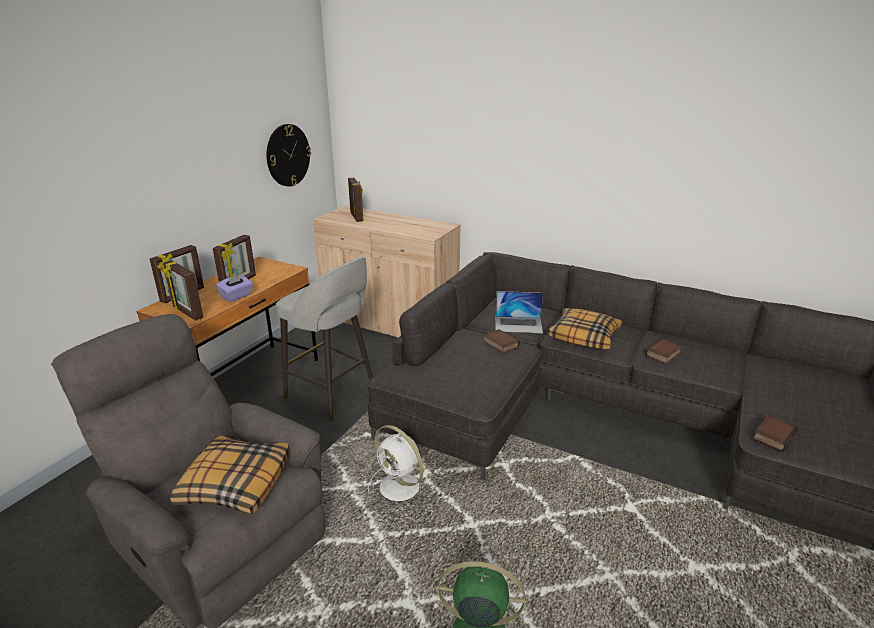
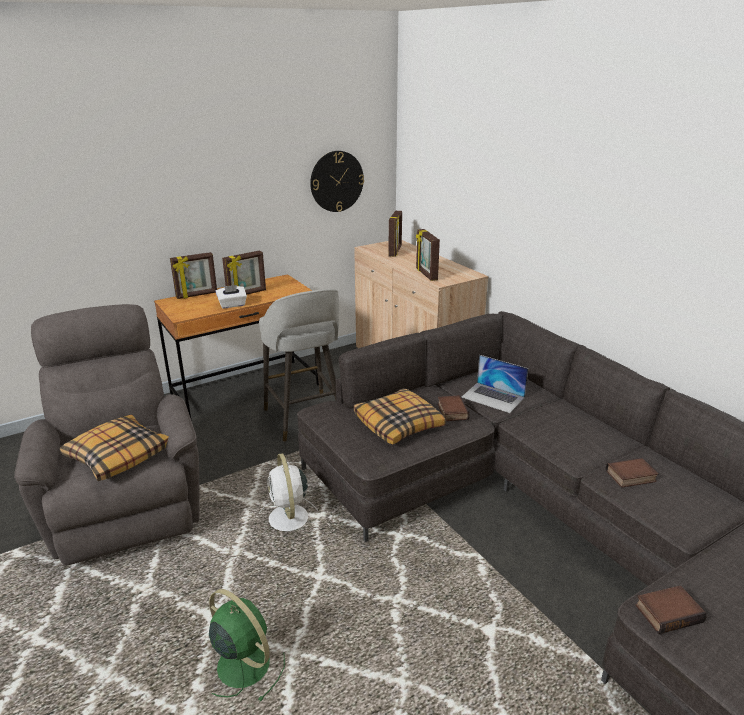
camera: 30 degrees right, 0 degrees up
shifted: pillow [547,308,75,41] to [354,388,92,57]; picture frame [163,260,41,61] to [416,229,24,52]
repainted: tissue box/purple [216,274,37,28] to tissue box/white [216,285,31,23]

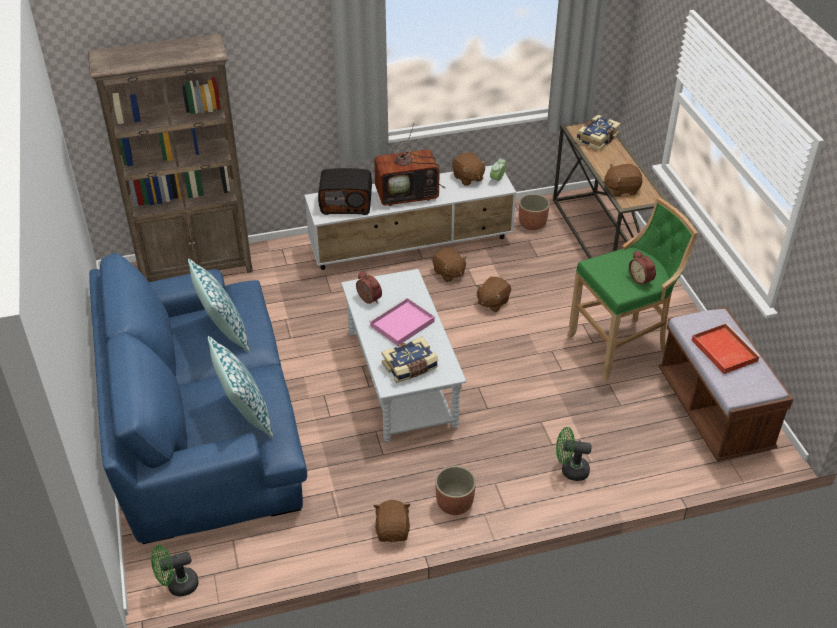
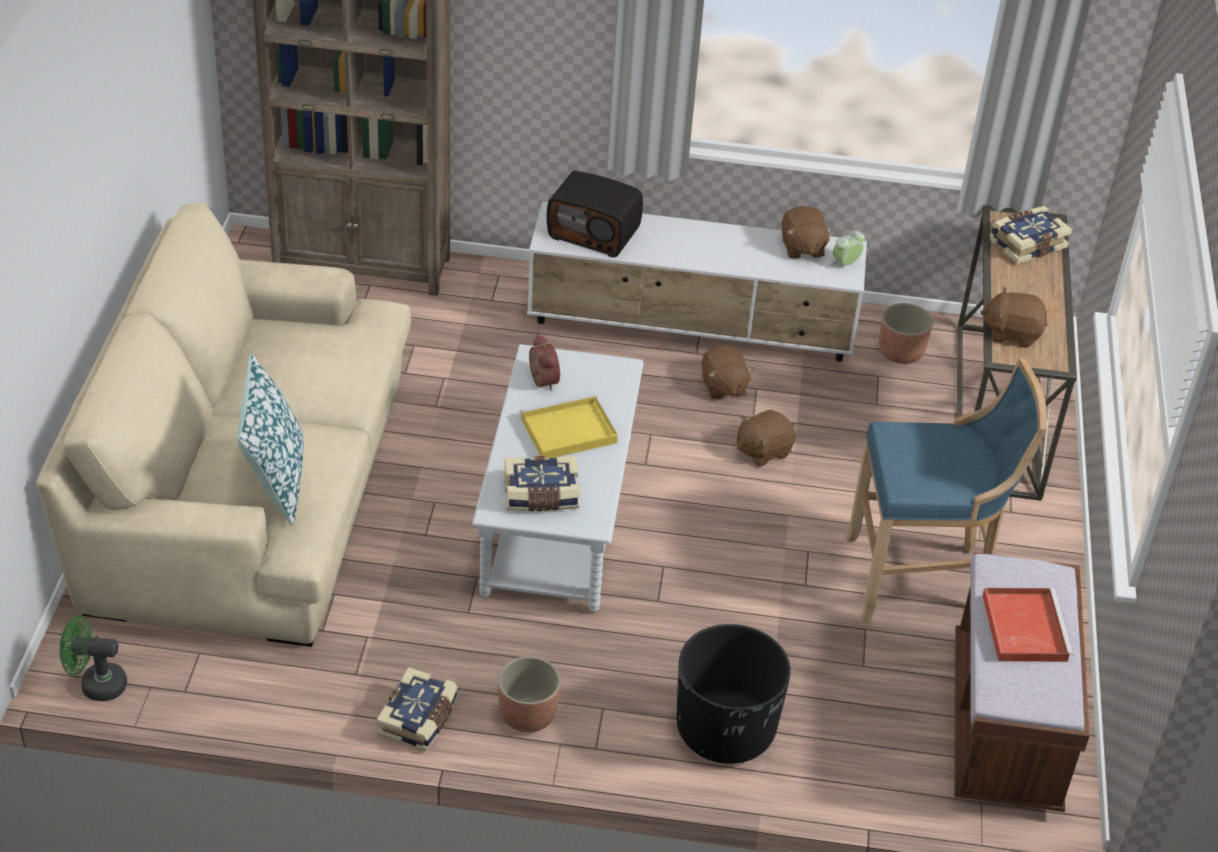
camera: 20 degrees right, 0 degrees up
gone: pillow [188,259,62,93]; television [374,123,71,83]; alarm clock [629,250,27,37]
swapped: plush toy/brown [373,500,38,42] to book [376,667,82,85]; fan/green [556,427,36,54] to planter/black [677,624,114,140]
repainted: sofa/blue [89,253,218,291] to sofa/beige [36,203,375,444]; tray/pink [369,298,66,48] to tray/yellow [521,394,97,64]; stool/green [567,198,131,184] to stool/blue [846,358,201,265]

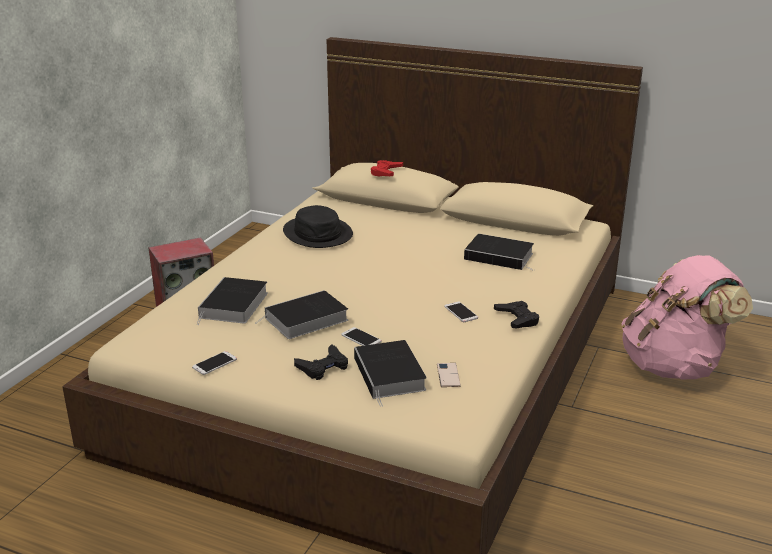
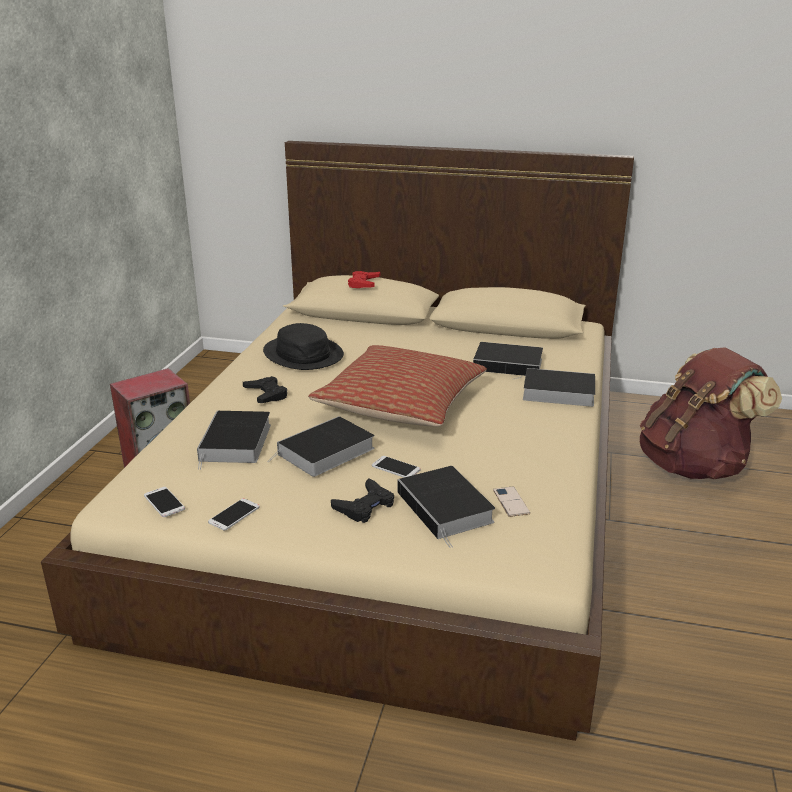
camera: 10 degrees left, 0 degrees up
new: pillow [308,345,179,82]; book [512,368,83,39]
shifted: phone [444,302,34,20] to [144,487,41,30]; game controller/black [494,301,45,27] to [243,376,44,27]
repainted: backpack/pink [621,255,132,124] to backpack/brown [640,347,142,132]

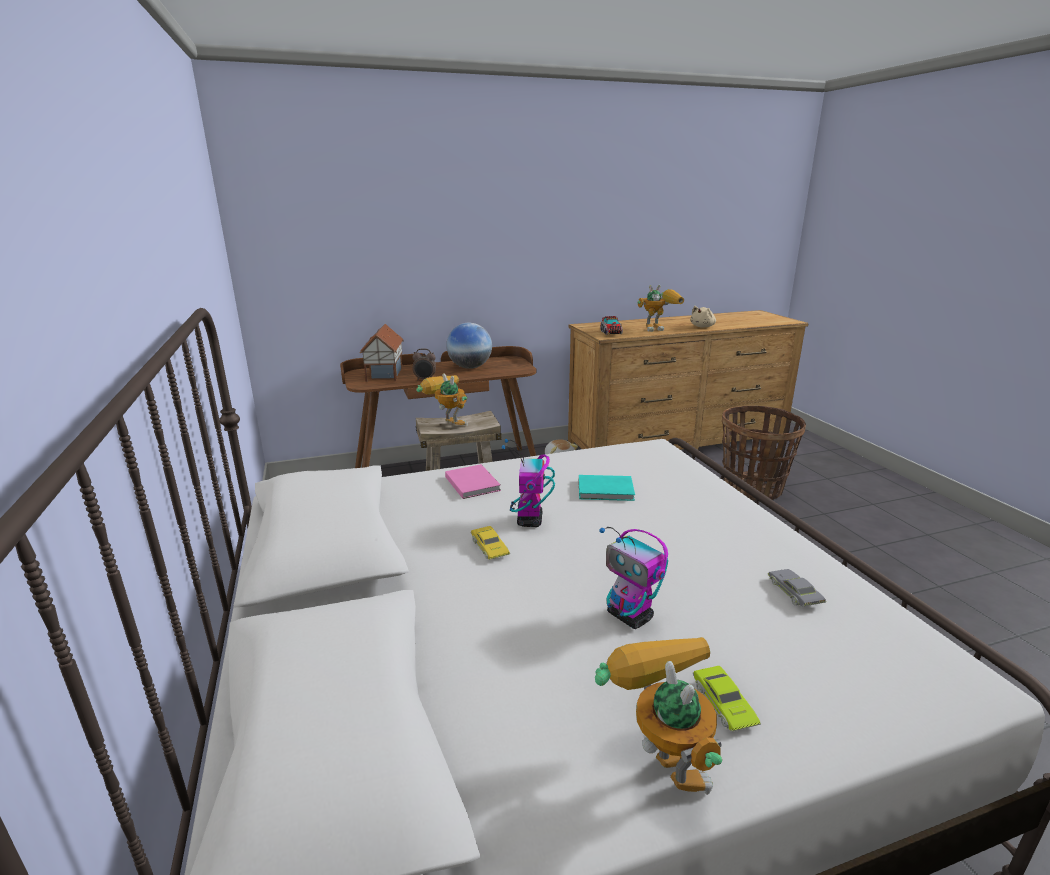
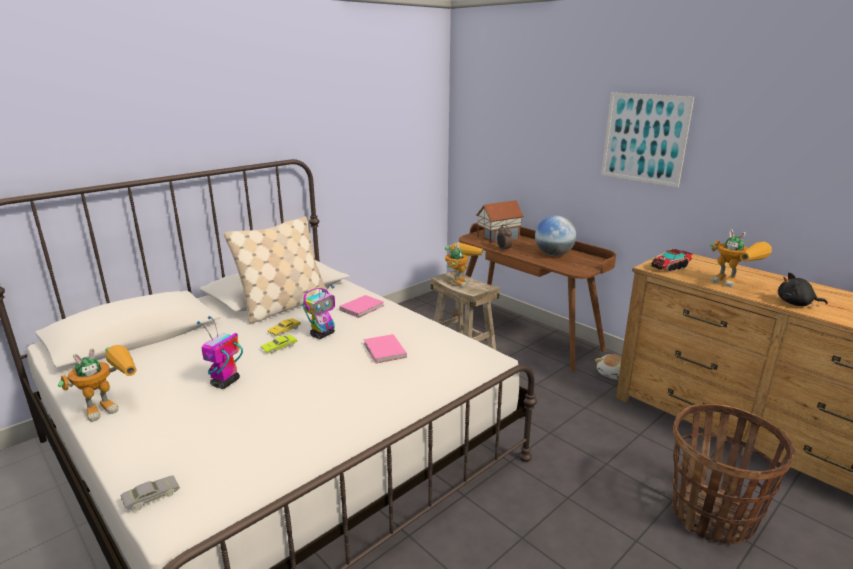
camera: 65 degrees right, 0 degrees up
new: pillow/beige [224,216,103,108]; picture [601,93,93,94]
shifted: toy car/grey [768,569,58,37] to [120,475,60,36]; toy car/green [693,666,68,65] to [261,335,36,19]
repainted: book/turquoise [579,475,56,26] to book/pink [364,334,43,30]; plush toy/beige [690,306,26,22] to plush toy/black [778,273,50,34]
rotated: toy robot [501,439,54,88] = [303,286,32,53] 150 degrees clockwise

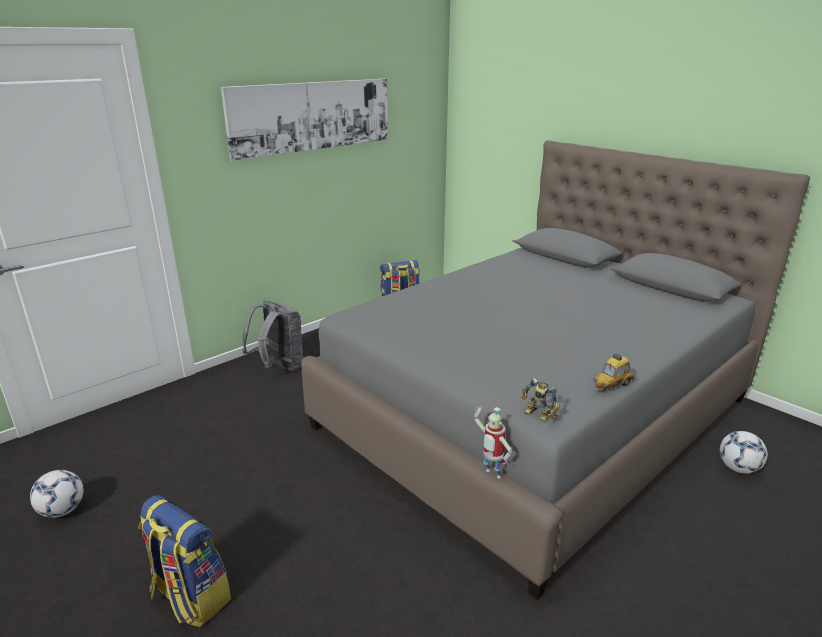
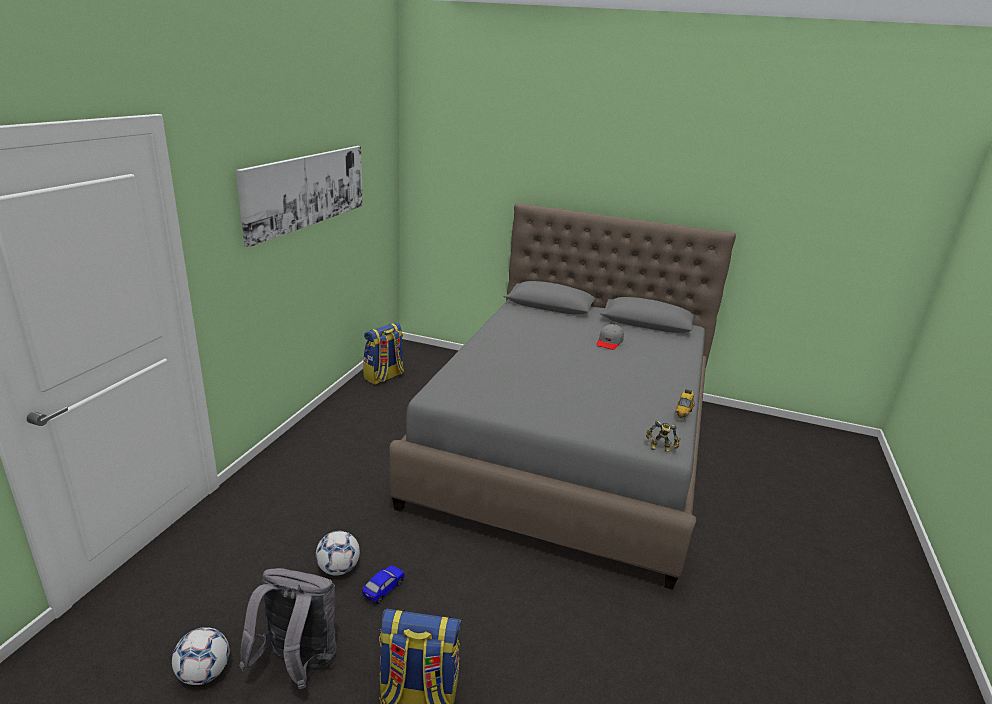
camera: 30 degrees left, 0 degrees up
gone: toy robot [474,407,39,72]
new: toy car [362,565,43,39]; cap/grey [596,324,28,26]
shifted: backpack/grey [242,301,61,71] to [239,568,97,121]; football [720,431,48,43] to [316,531,44,45]

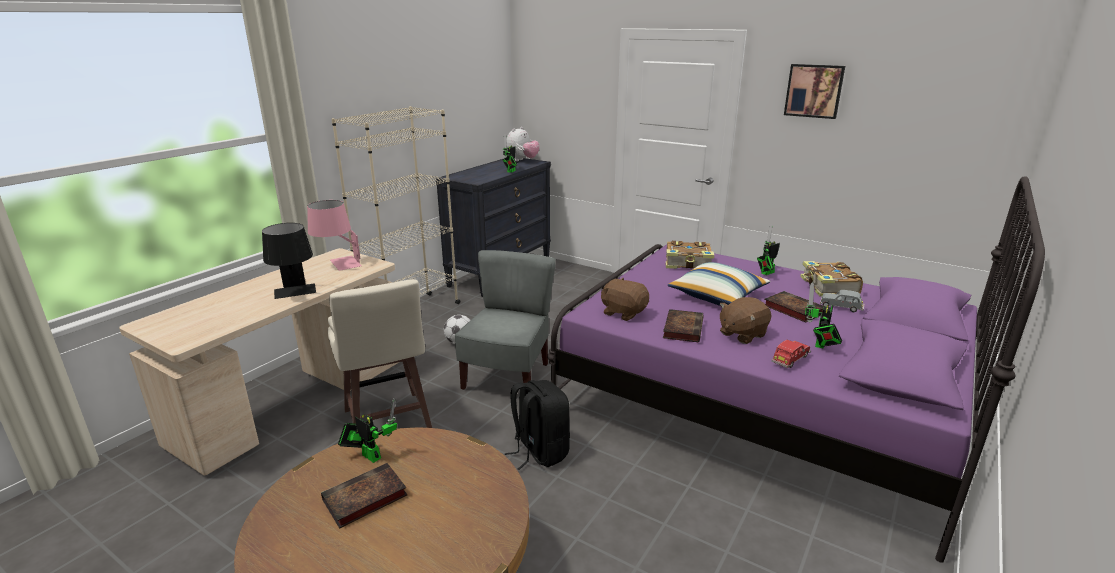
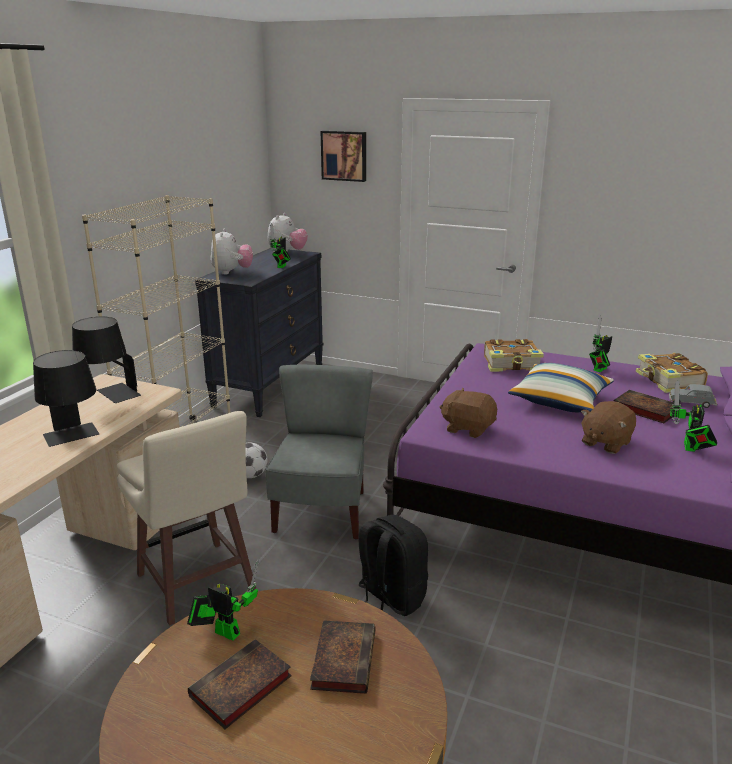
camera: 10 degrees left, 0 degrees up
gone: toy car/red [771,340,40,28]
new: plush toy [211,229,42,46]
shifted: book [663,309,41,33] to [310,620,65,74]; picture [784,64,61,55] to [321,131,45,51]
repainted: table lamp/pink [307,200,55,71] to table lamp/black [72,317,69,86]

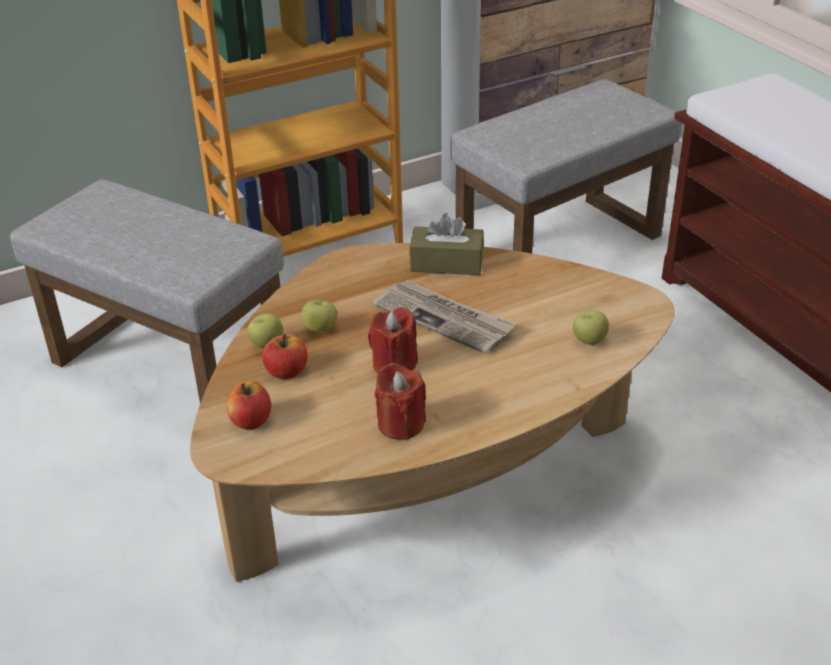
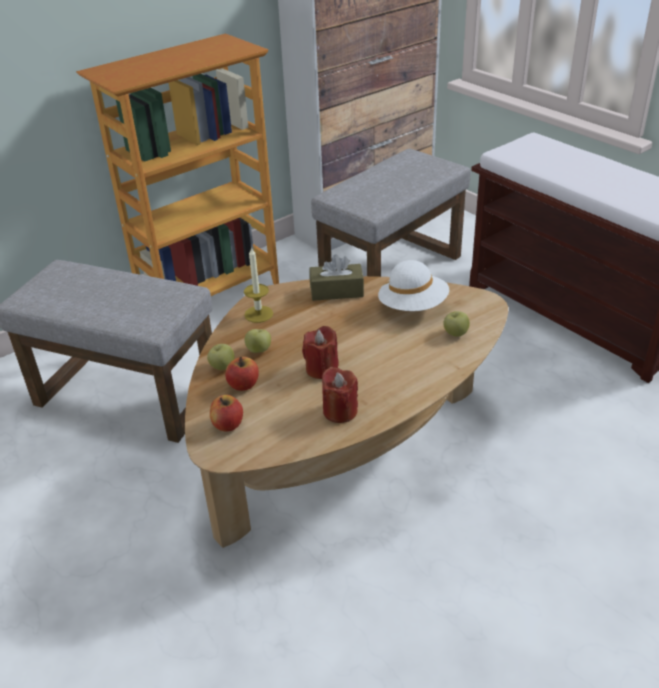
camera: 10 degrees left, 0 degrees up
gone: newspaper [372,280,144,74]
new: candle [244,246,29,77]; hat/white [378,260,71,51]

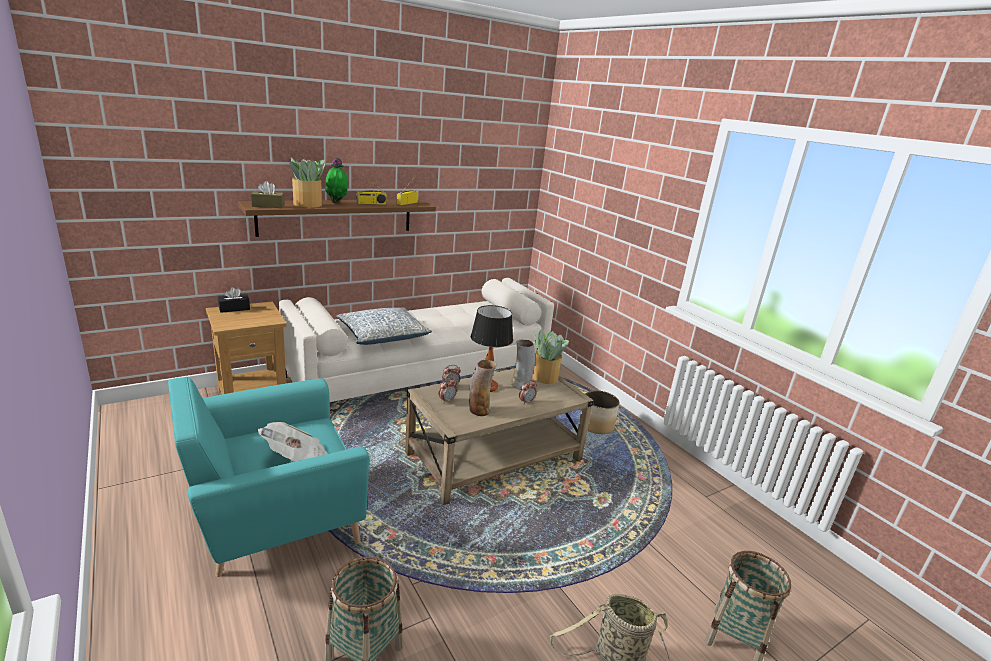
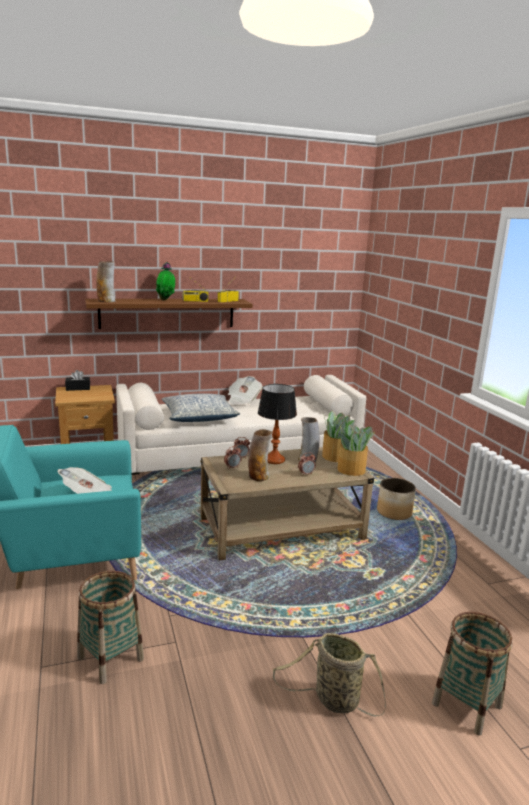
camera: 15 degrees right, 5 degrees down
new: newspaper [228,376,35,29]
shifted: potted plant [290,157,35,50] to [337,425,38,51]
swapped: tissue box/brown [251,181,34,27] to vase [96,261,19,41]

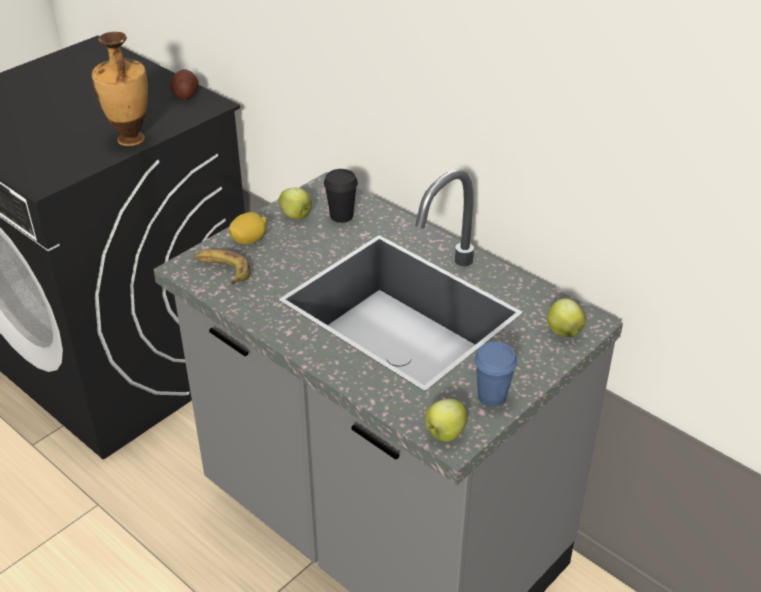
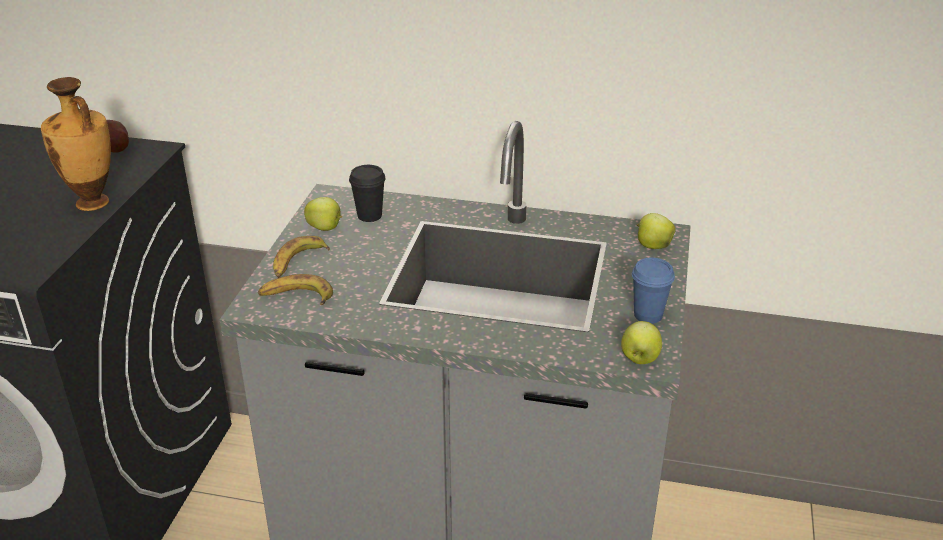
camera: 30 degrees left, 5 degrees down
swapped: lemon [229,212,38,33] to banana [273,236,57,42]

